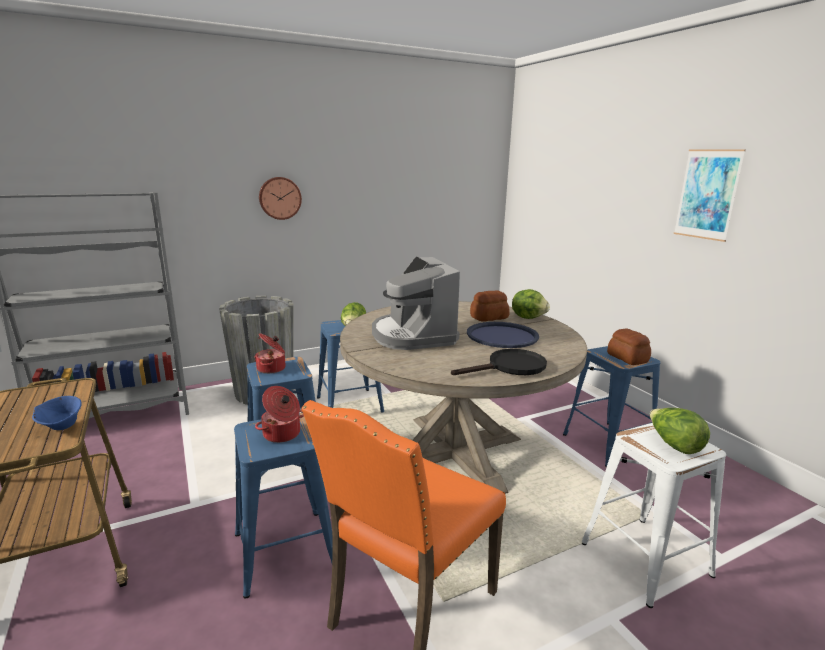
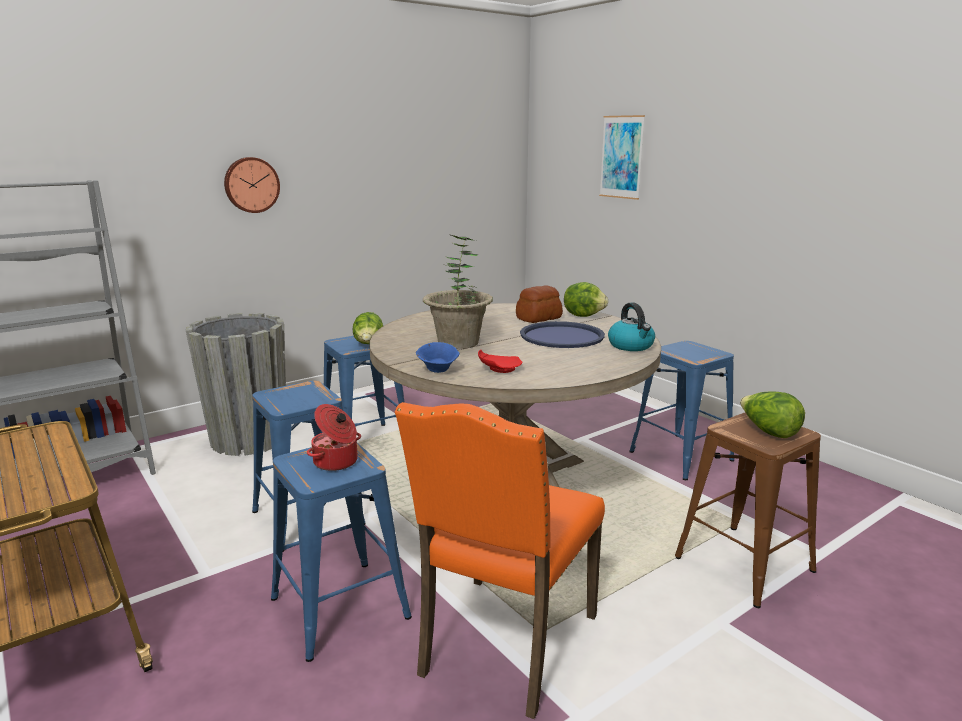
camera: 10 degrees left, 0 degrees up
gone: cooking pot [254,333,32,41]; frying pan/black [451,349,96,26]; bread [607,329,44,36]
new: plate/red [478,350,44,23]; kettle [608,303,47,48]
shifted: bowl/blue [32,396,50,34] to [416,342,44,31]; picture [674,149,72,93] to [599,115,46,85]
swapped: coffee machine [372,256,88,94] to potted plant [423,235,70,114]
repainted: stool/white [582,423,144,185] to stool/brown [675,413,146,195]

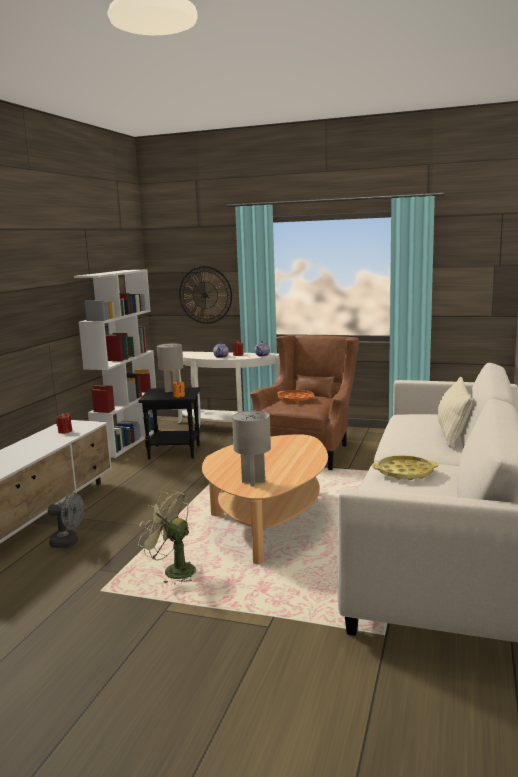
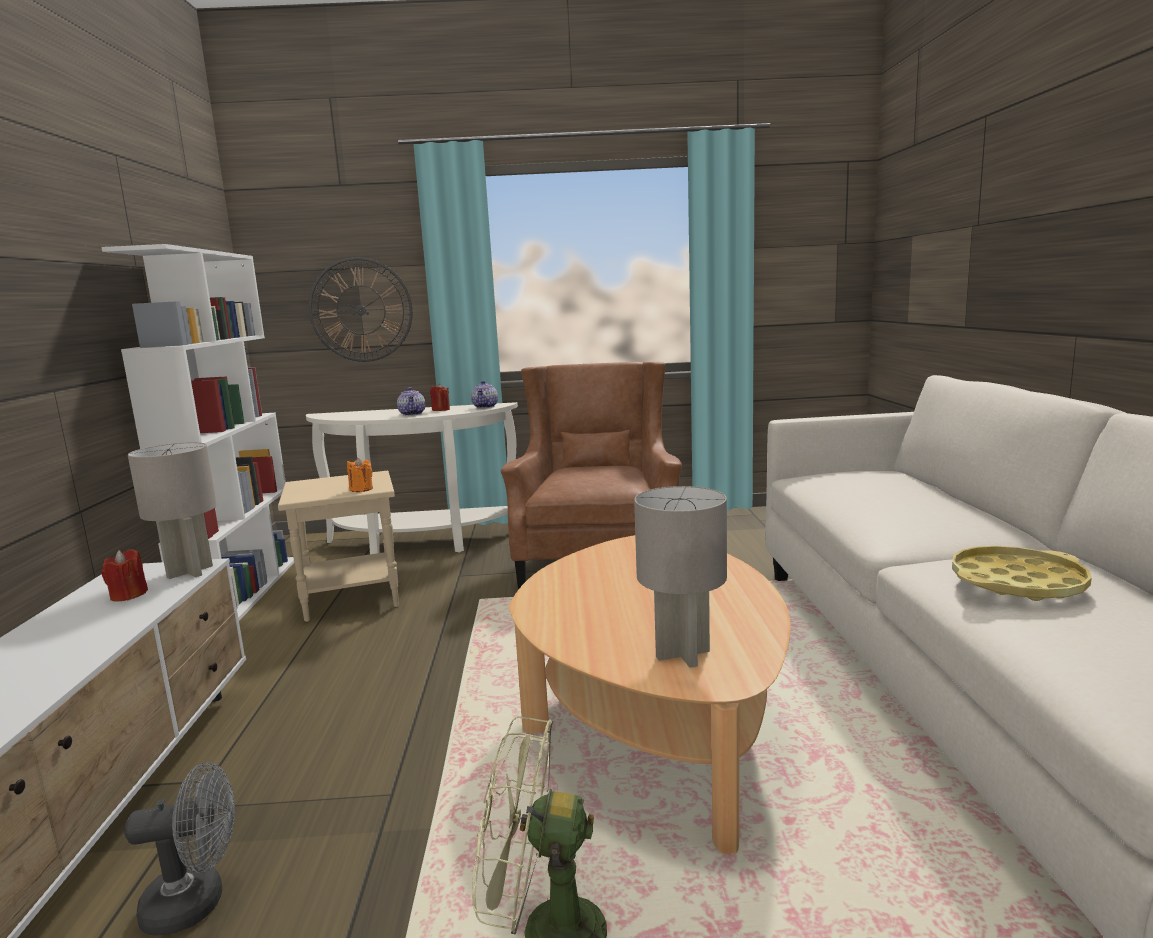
camera: 20 degrees left, 0 degrees up
gone: tray/orange [277,390,38,13]; pillow/beige [437,377,35,71]
shifted: table lamp/grey [157,343,26,49] to [128,442,89,137]
repainted: side table/black [138,387,62,72] to side table/beige [278,471,121,151]

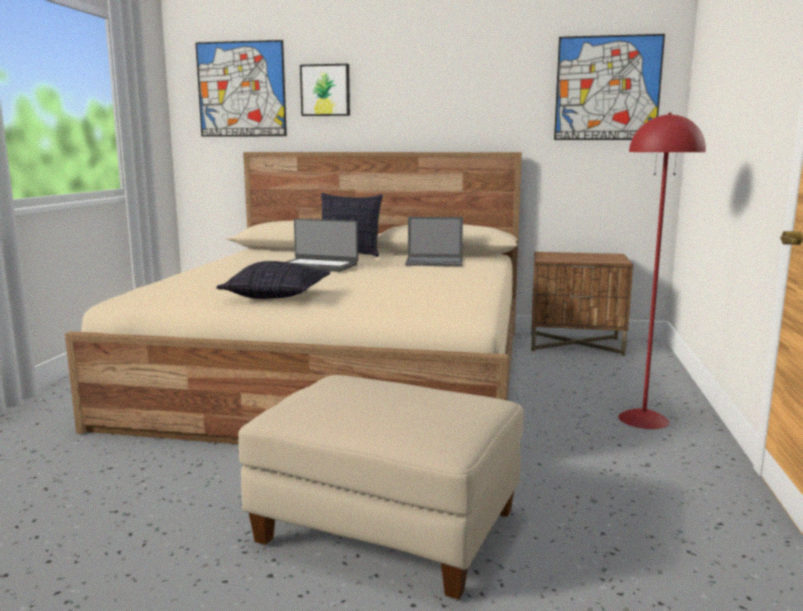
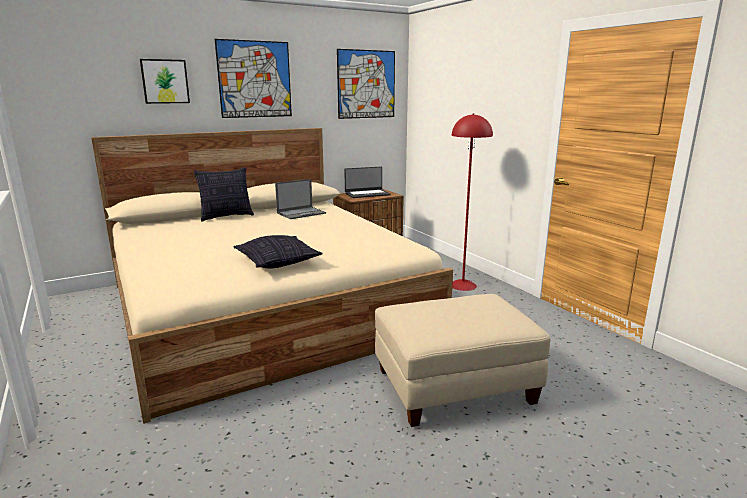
camera: 40 degrees left, 5 degrees up
shifted: picture [195,40,92,97] to [215,39,77,79]; laptop [286,219,72,53] to [344,166,47,32]

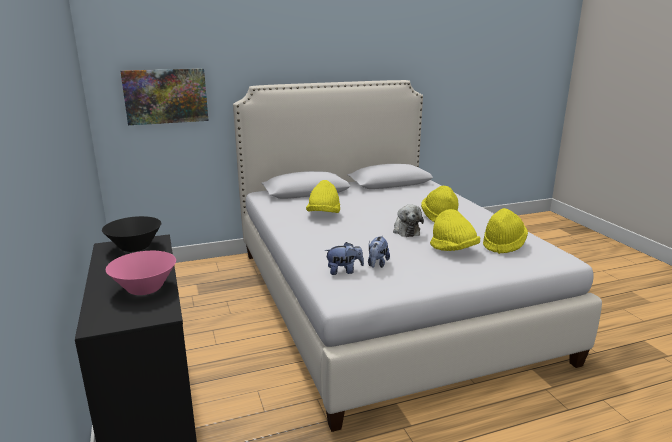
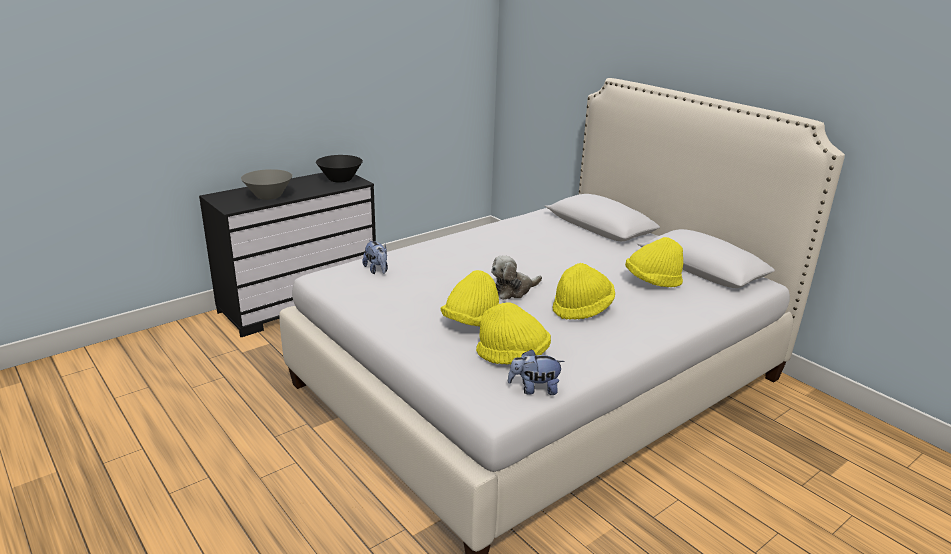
camera: 70 degrees right, 5 degrees up
gone: picture [120,68,89,57]
shifted: plush toy [368,236,22,32] to [508,349,57,46]; hat/yellow [306,180,34,33] to [625,237,58,50]
repainted: bowl/pink [106,251,70,44] to bowl/grey [241,169,51,31]

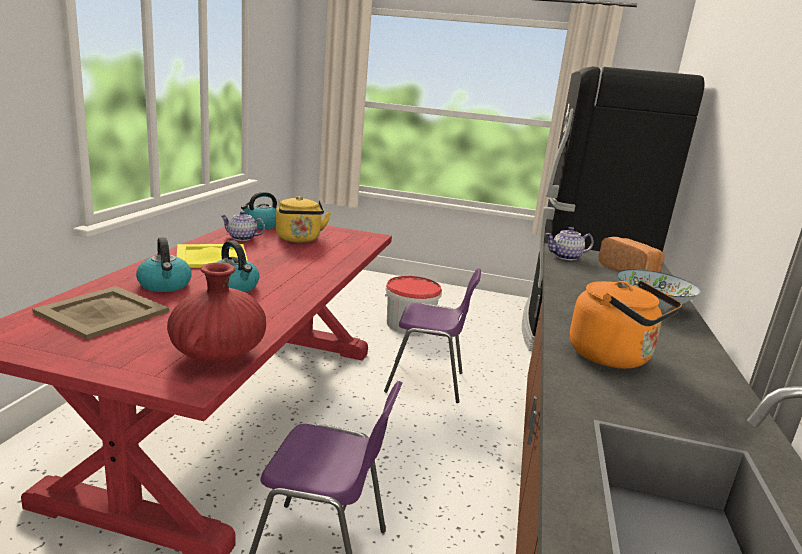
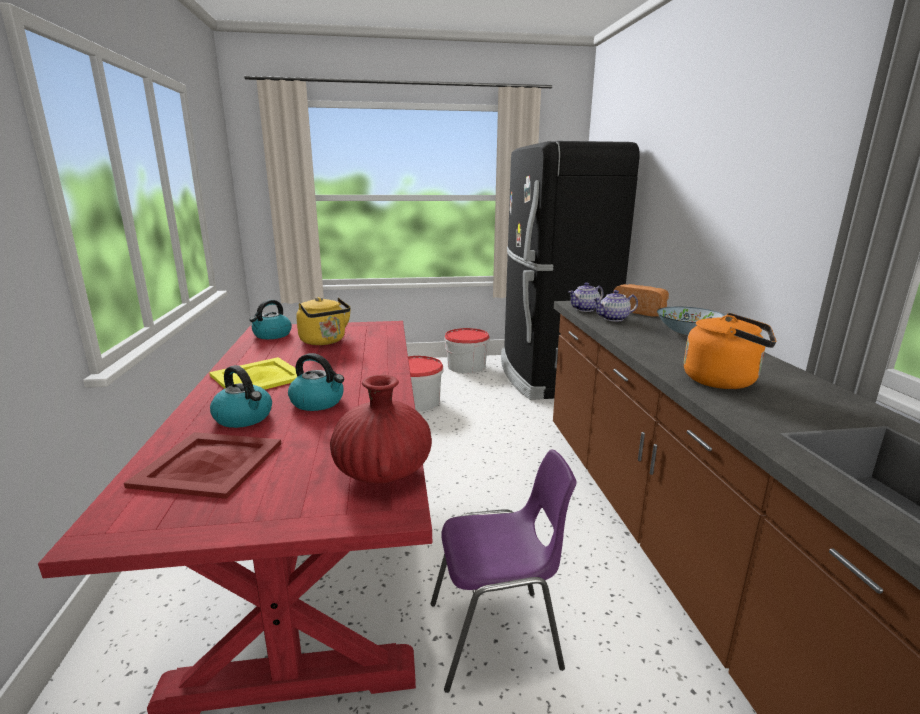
camera: 20 degrees left, 0 degrees up
gone: chair/purple [384,268,97,135]
new: bucket [444,328,46,45]
shifted: teapot [221,211,44,30] to [593,290,45,32]
repainted: tray/beige [32,286,137,53] to tray/red [124,432,157,67]

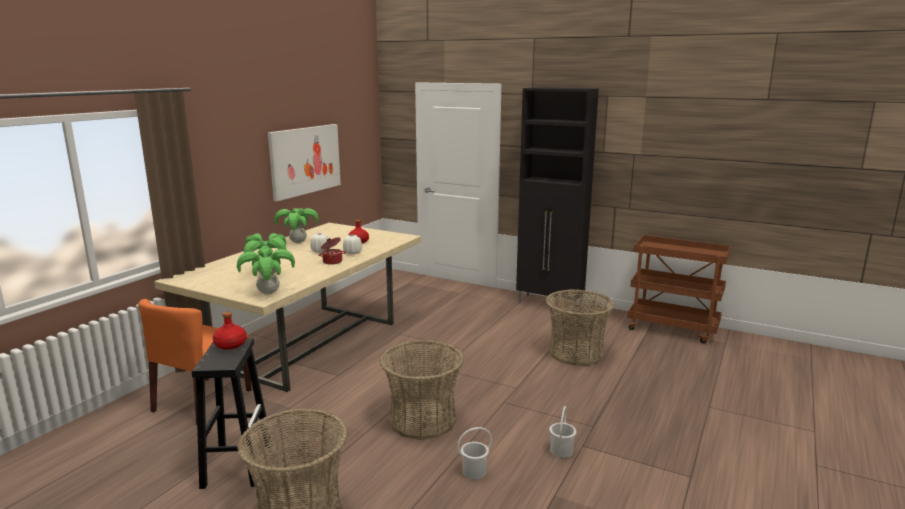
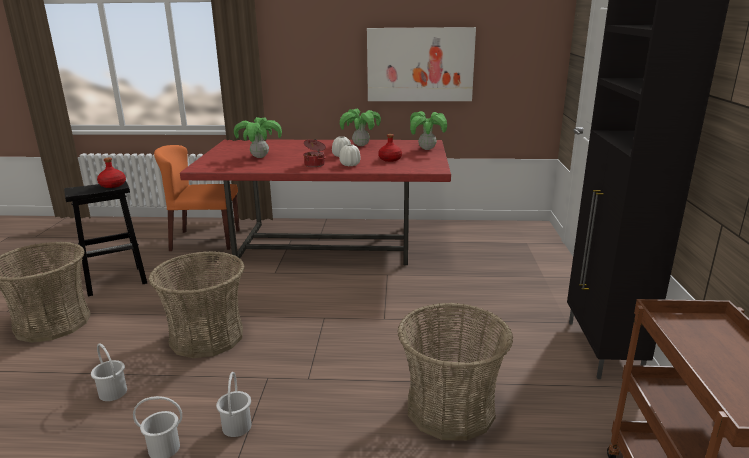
camera: 65 degrees right, 5 degrees up
new: bucket/white [216,372,35,65]
shifted: potted plant [237,248,58,47] to [410,111,37,39]
repainted: dining table/beige [154,223,267,169] to dining table/red [180,139,271,126]

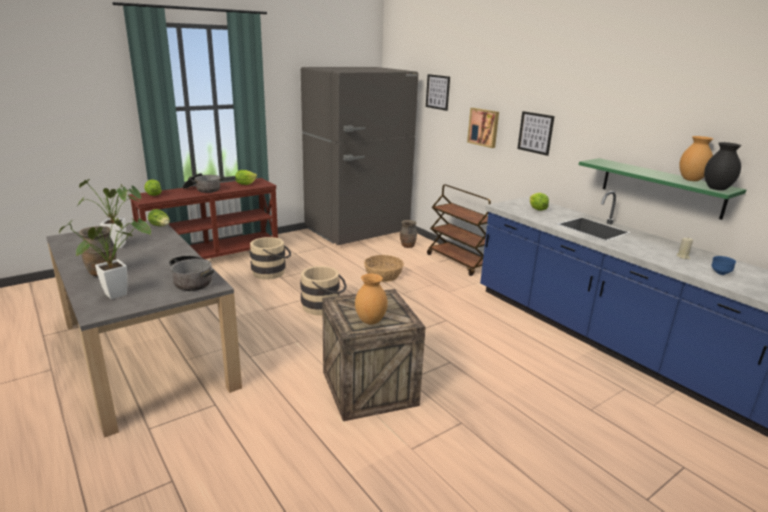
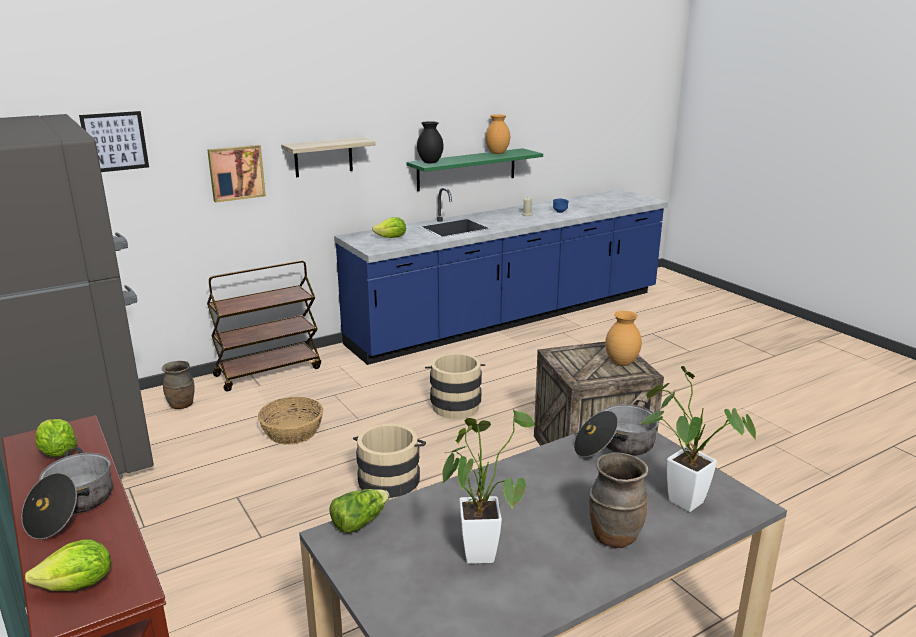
camera: 85 degrees left, 0 degrees up
shifted: vase/black [704,142,38,48] to [417,121,27,42]; bucket/beige [250,237,41,42] to [425,353,60,66]
swapped: picture [517,111,38,45] to shelf [281,137,95,40]

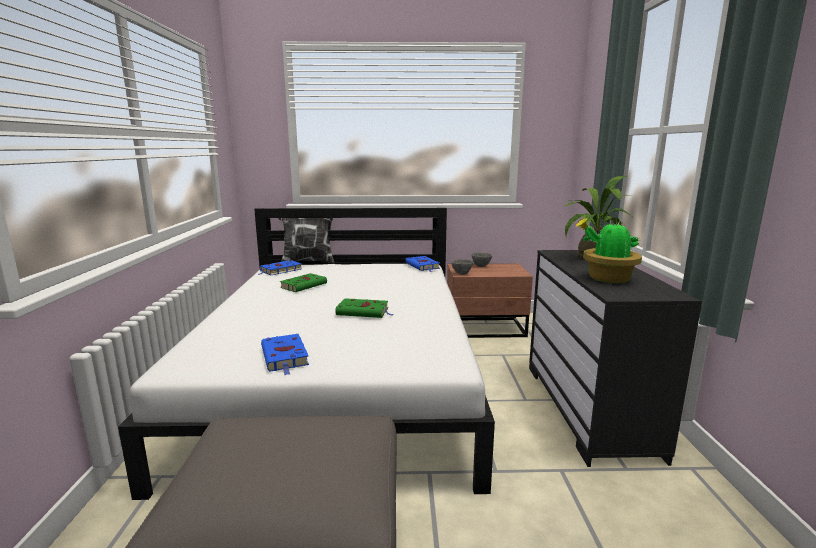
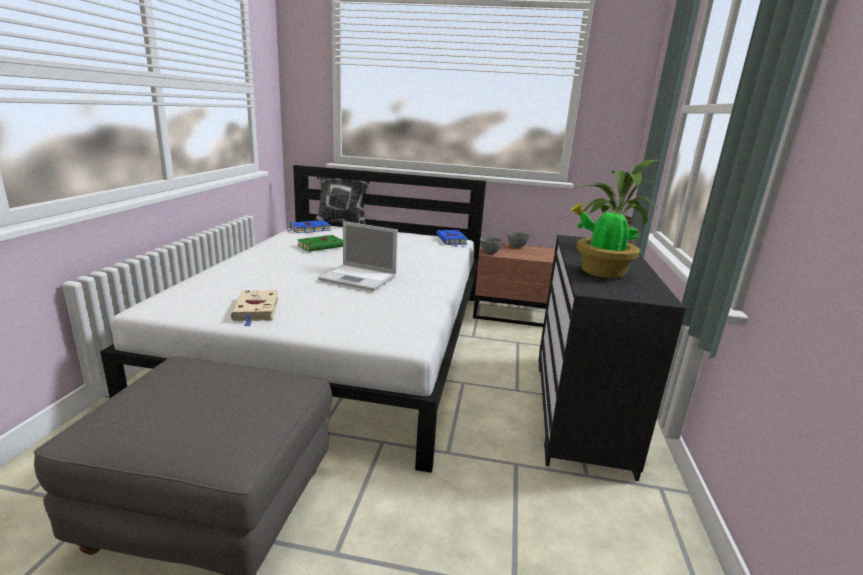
camera: 10 degrees right, 5 degrees up
swapped: book/green [335,298,59,20] to laptop [318,221,80,70]
repainted: book/blue [261,334,48,41] to book/beige [231,290,47,37]

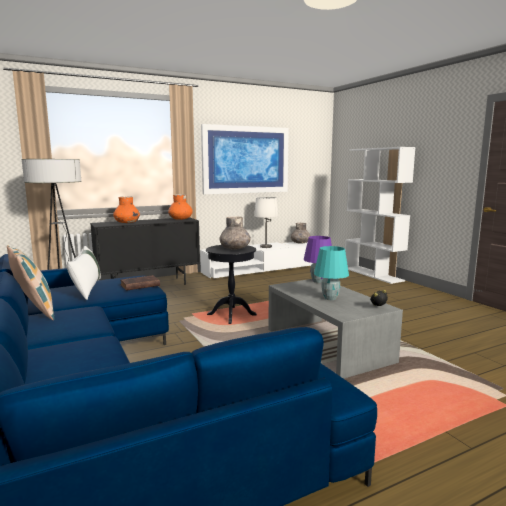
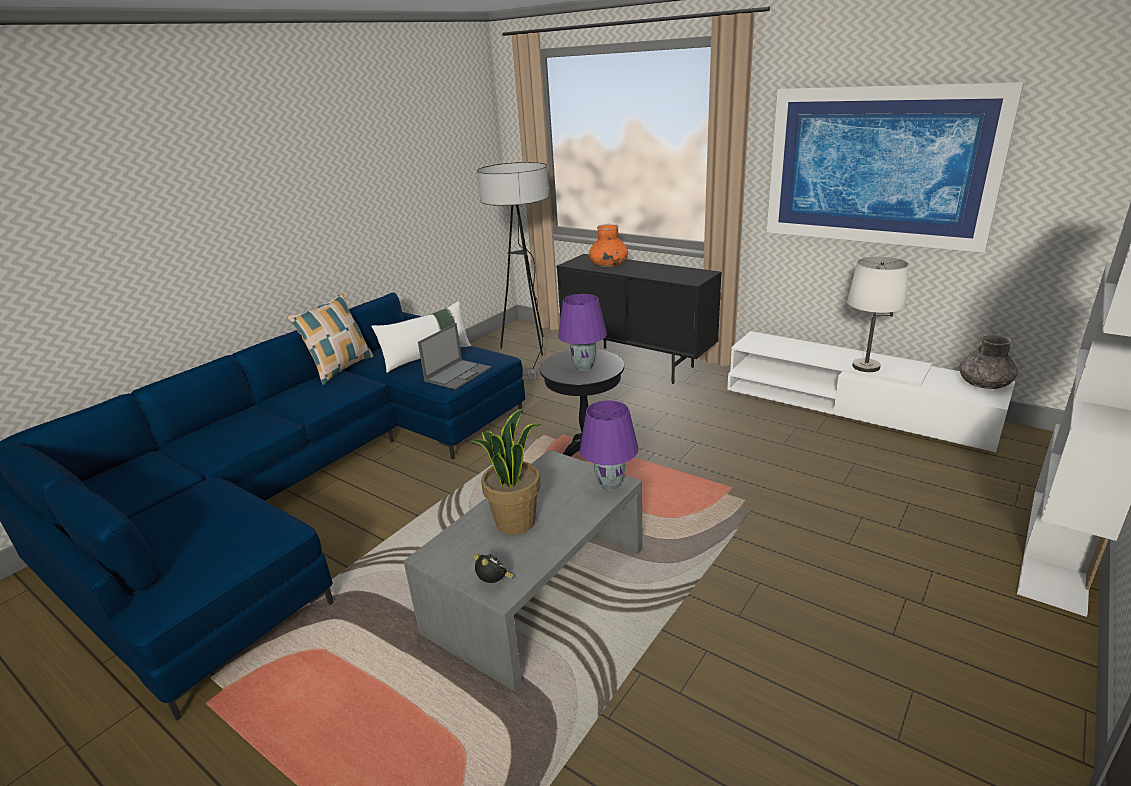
camera: 65 degrees right, 15 degrees up
gone: vase/orange [168,194,25,26]
swapped: book/brown [120,275,40,16] to laptop [418,323,73,67]; table lamp/turquoise [314,246,35,54] to potted plant [469,408,72,127]; vase/grey [219,216,32,34] to table lamp/purple [558,294,49,77]

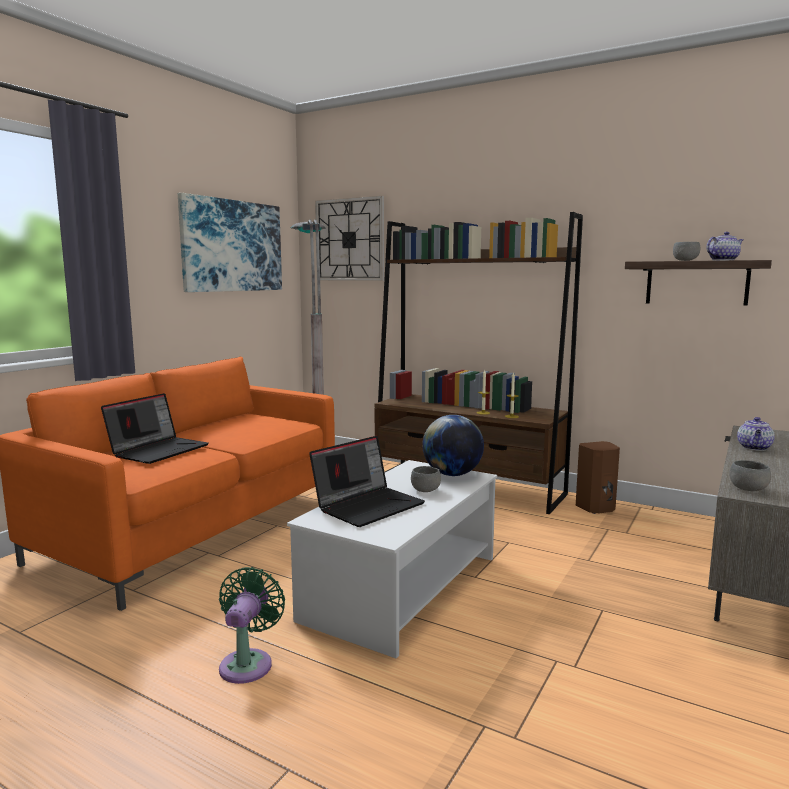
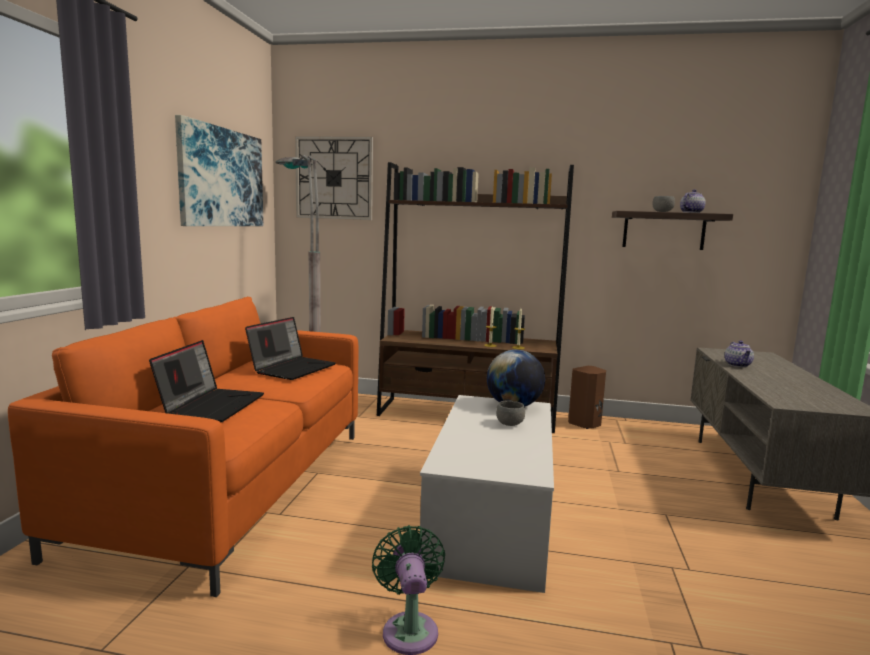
camera: 20 degrees left, 0 degrees up
gone: bowl/grey [729,460,42,31]
shifted: laptop [309,436,116,91] to [245,317,91,63]

